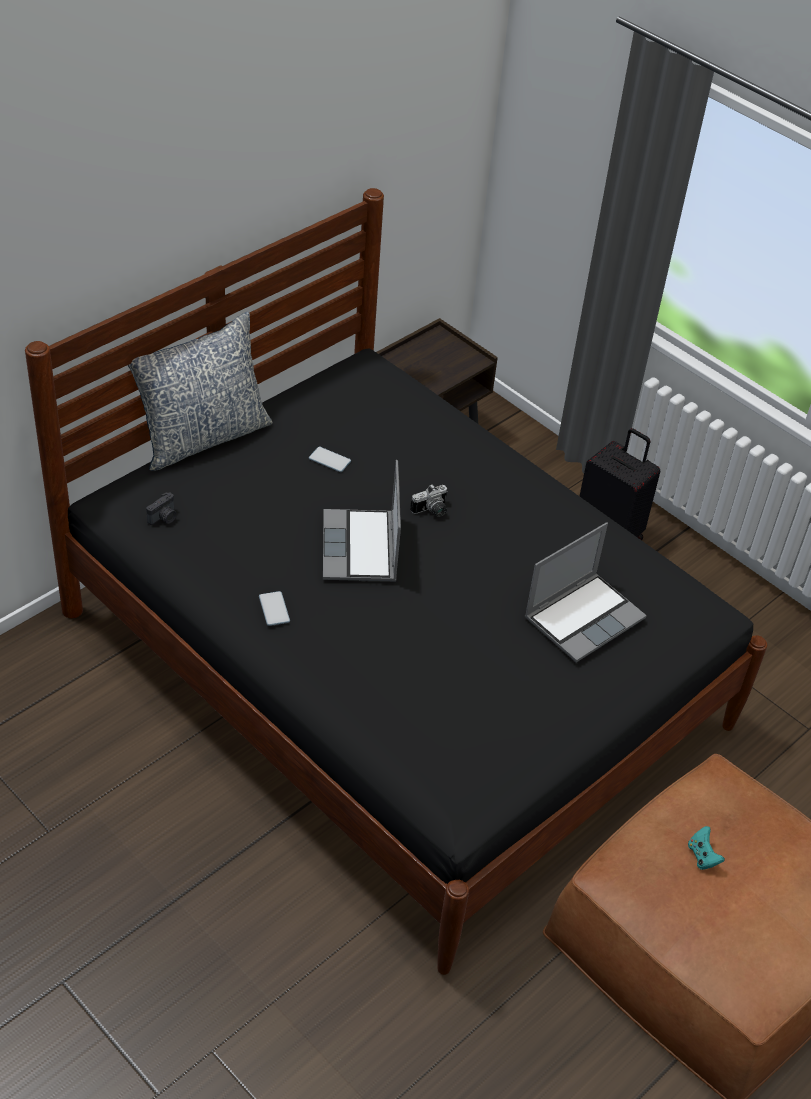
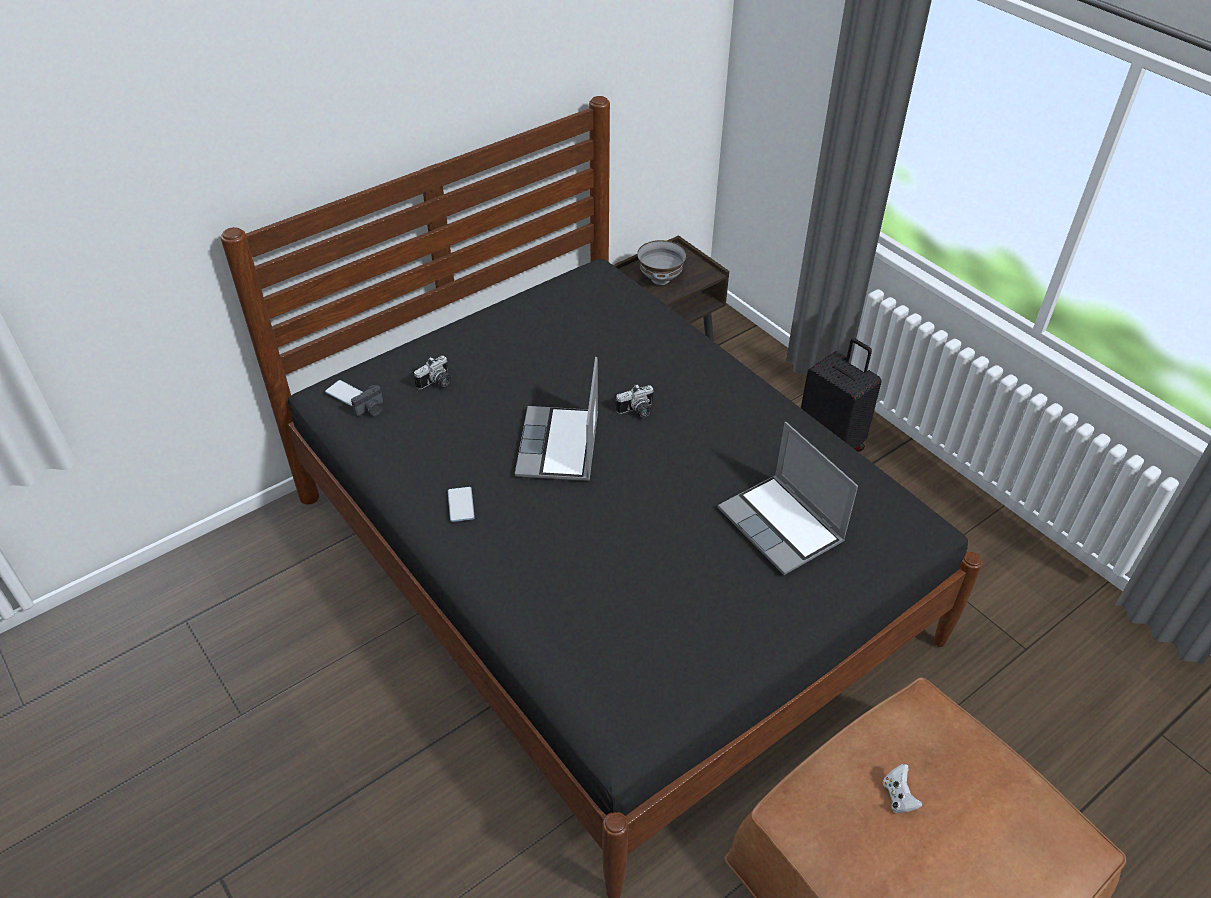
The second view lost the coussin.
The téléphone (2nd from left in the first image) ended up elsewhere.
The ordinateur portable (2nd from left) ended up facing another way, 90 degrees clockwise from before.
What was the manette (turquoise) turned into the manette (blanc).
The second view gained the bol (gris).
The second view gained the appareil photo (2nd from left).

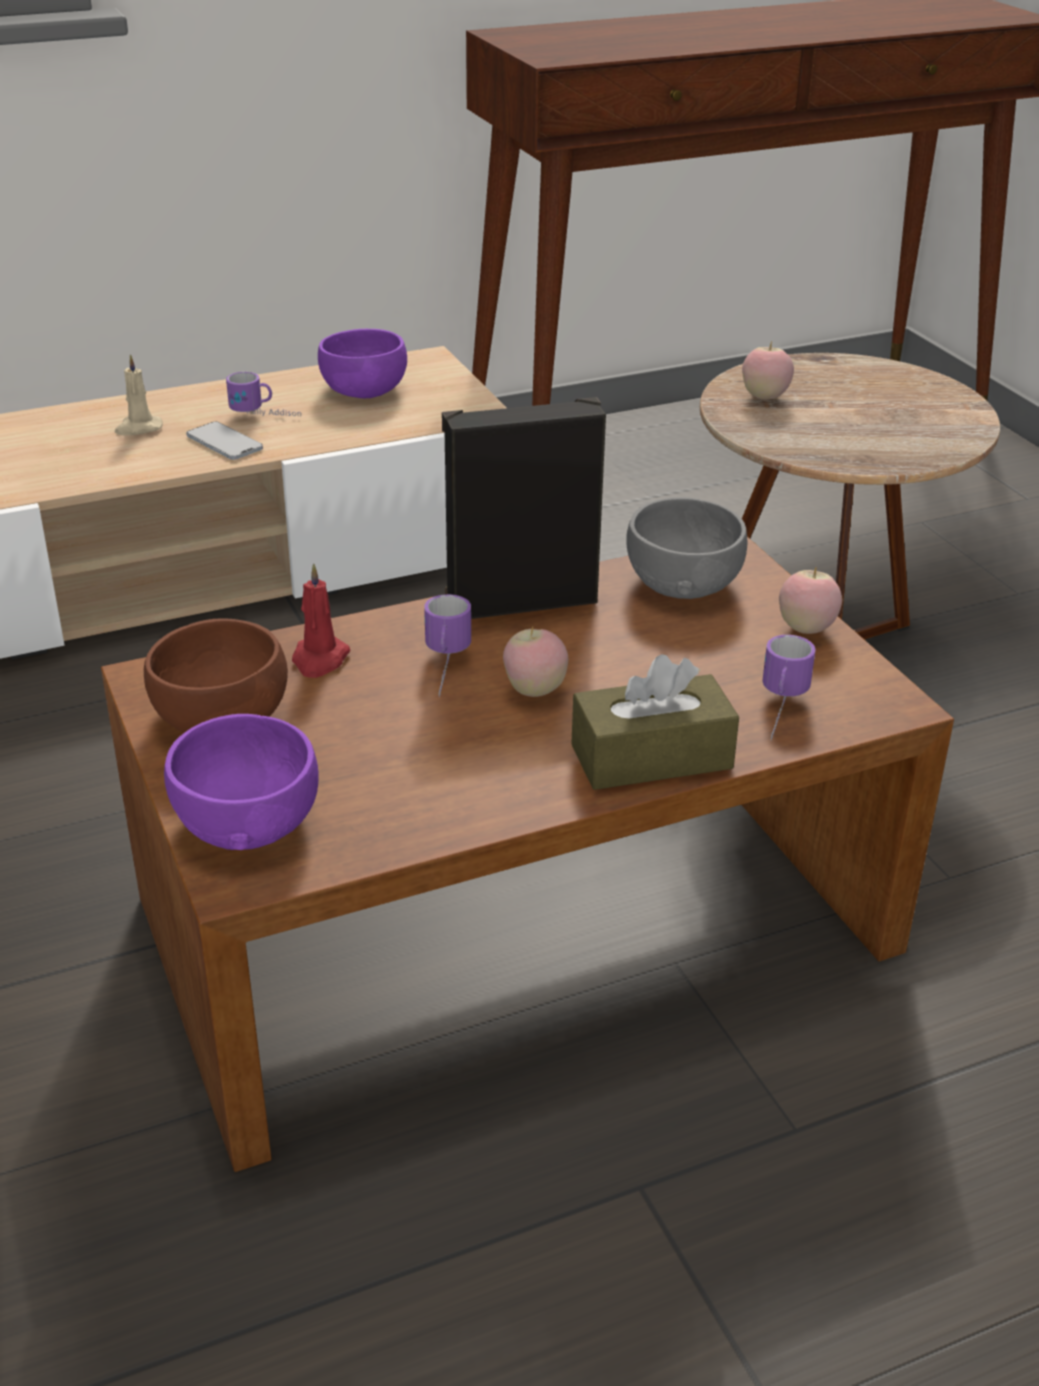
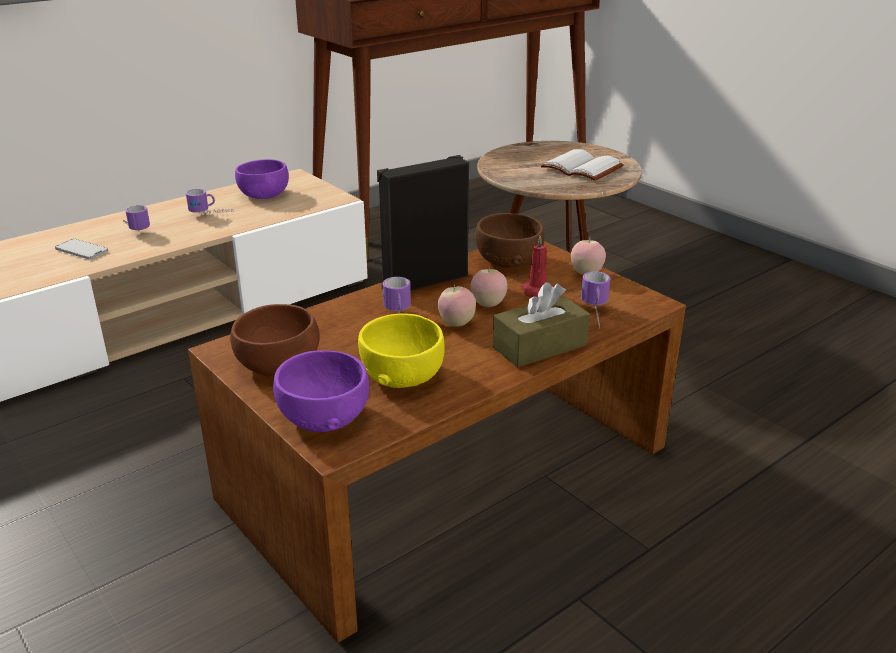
The pomme (2nd from left) ended up elsewhere.
Where the bougie (beige) stood, the mug (1st from left) came to stand.
The téléphone ended up elsewhere.
What was the bol (gris) turned into the bol (marron) (2nd from left).
The bougie (rouge) ended up elsewhere.
The second view gained the livre (blanc).
The second view gained the bol (jaune).

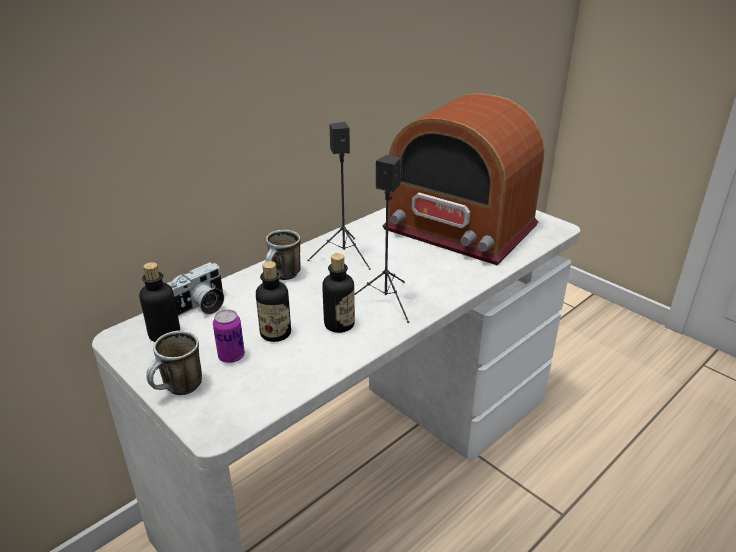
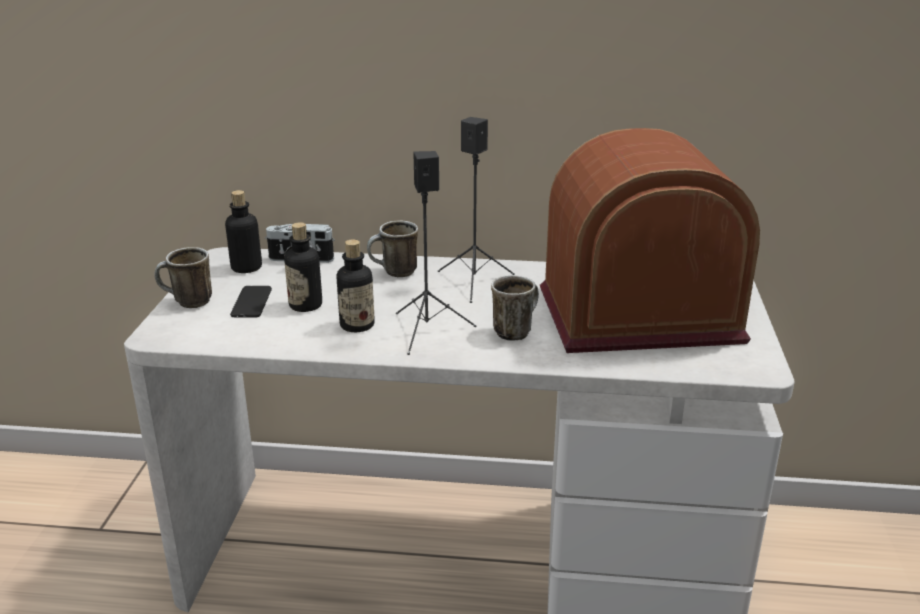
The radio ended up facing another way, 90 degrees clockwise from before.
Where the boîte métallique stood, the téléphone came to stand.
The second view gained the mug (3rd from left).

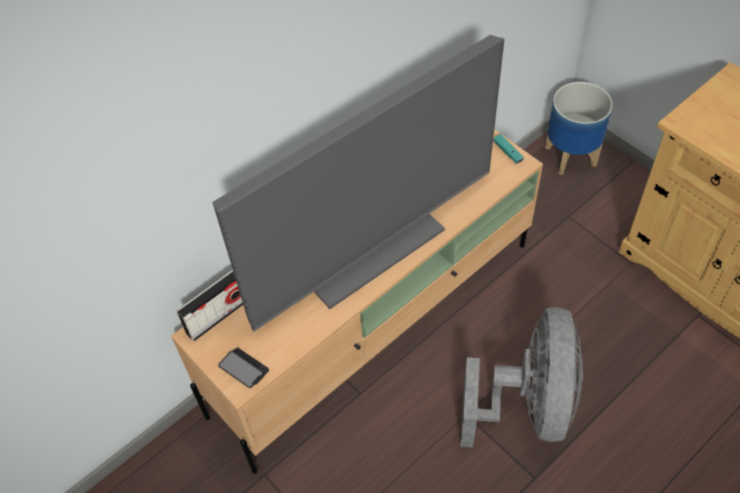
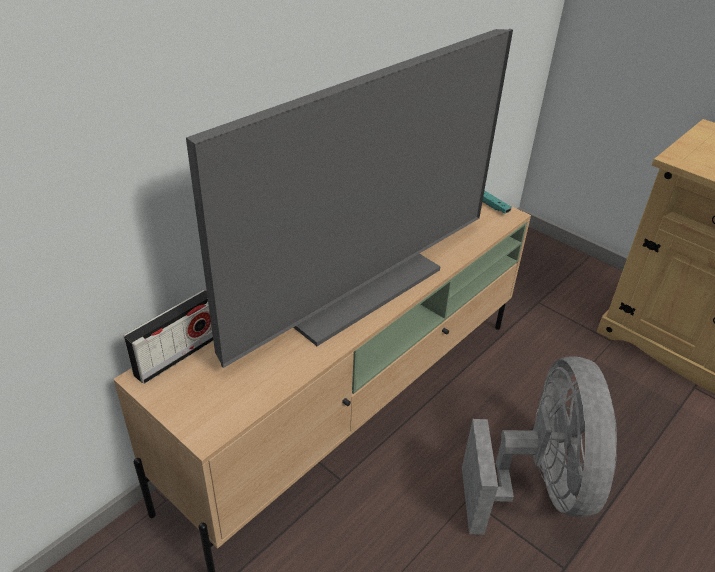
The second view lost the cache-pot.
The second view lost the téléphone.

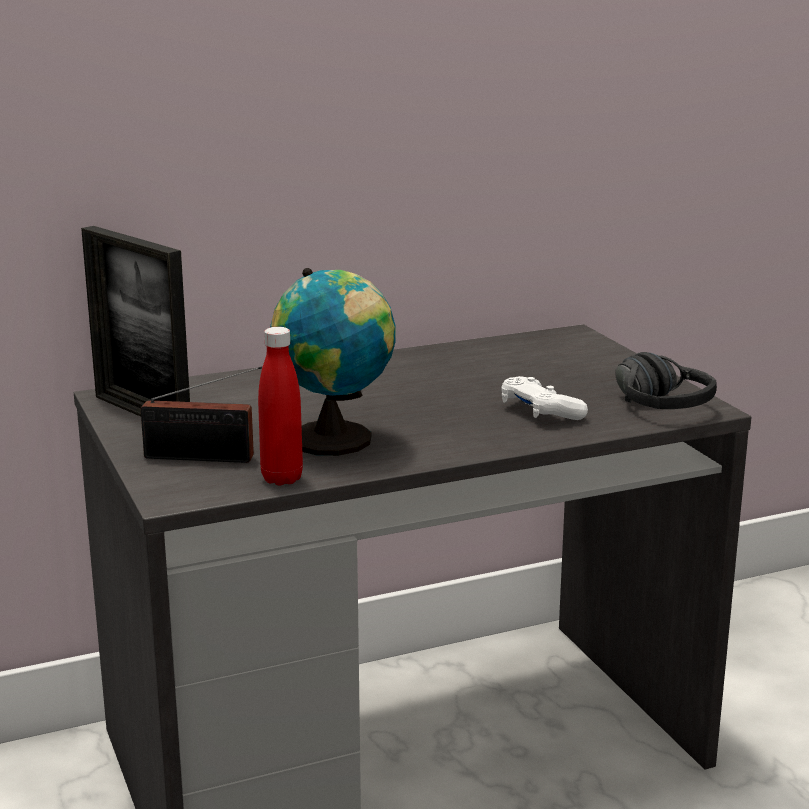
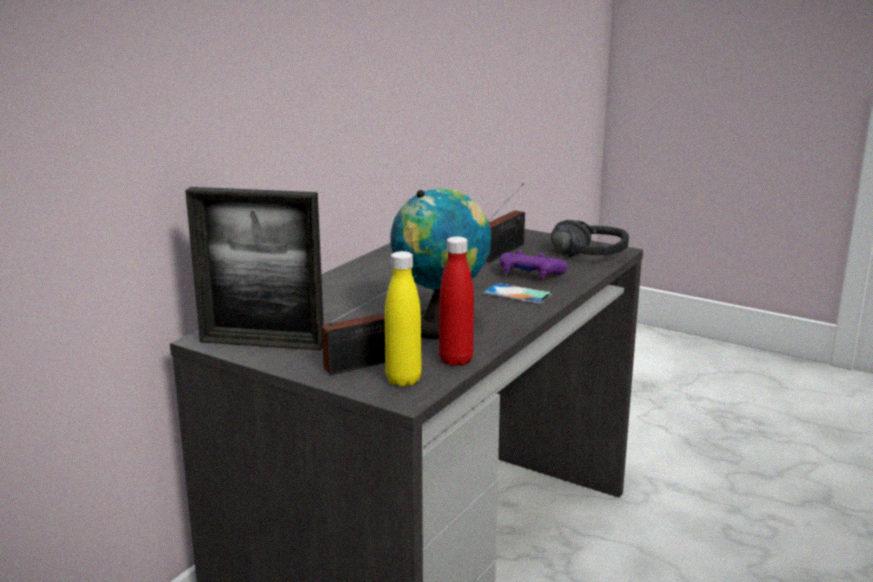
What was the manette (blanc) turned into the manette (violet).
The second view gained the radio (2nd from left).
The second view gained the bouteille (jaune).
The second view gained the téléphone.

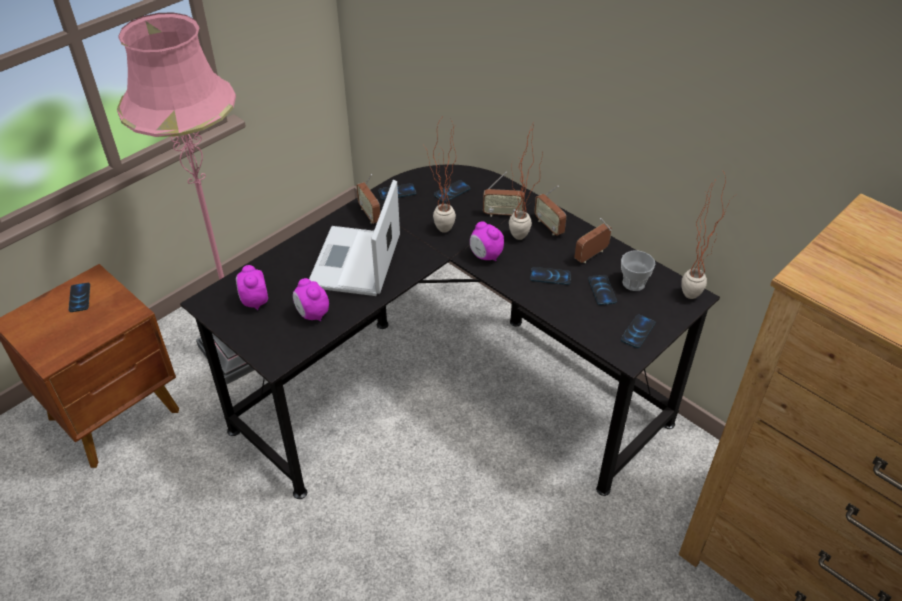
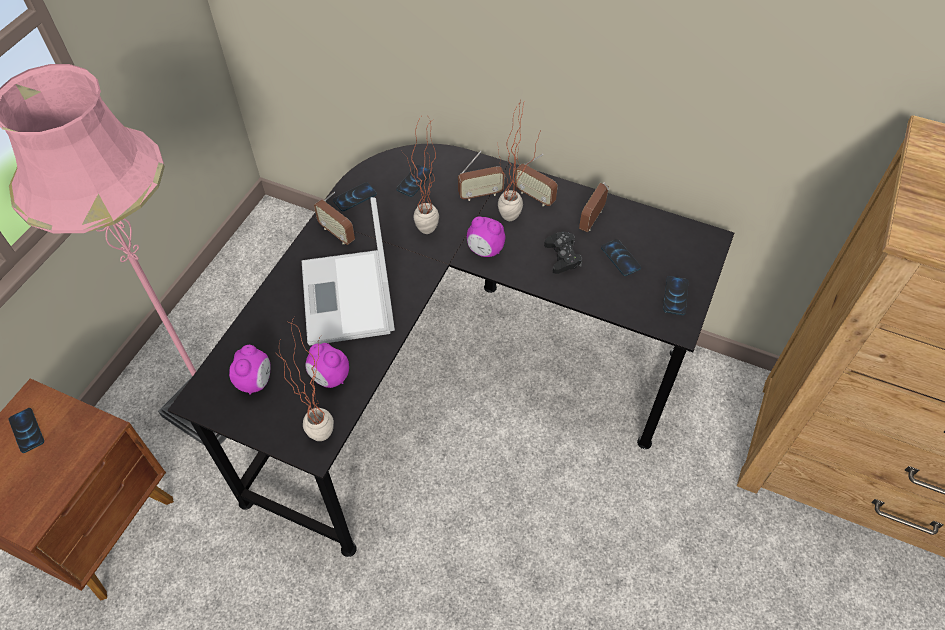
The plante en pot (3rd from left in the first image) ended up elsewhere.
The second view lost the tasse.
The réveil (1st from left) ended up facing another way, 135 degrees counterclockwise from before.
Where the téléphone (4th from left) stood, the manette (noir) came to stand.

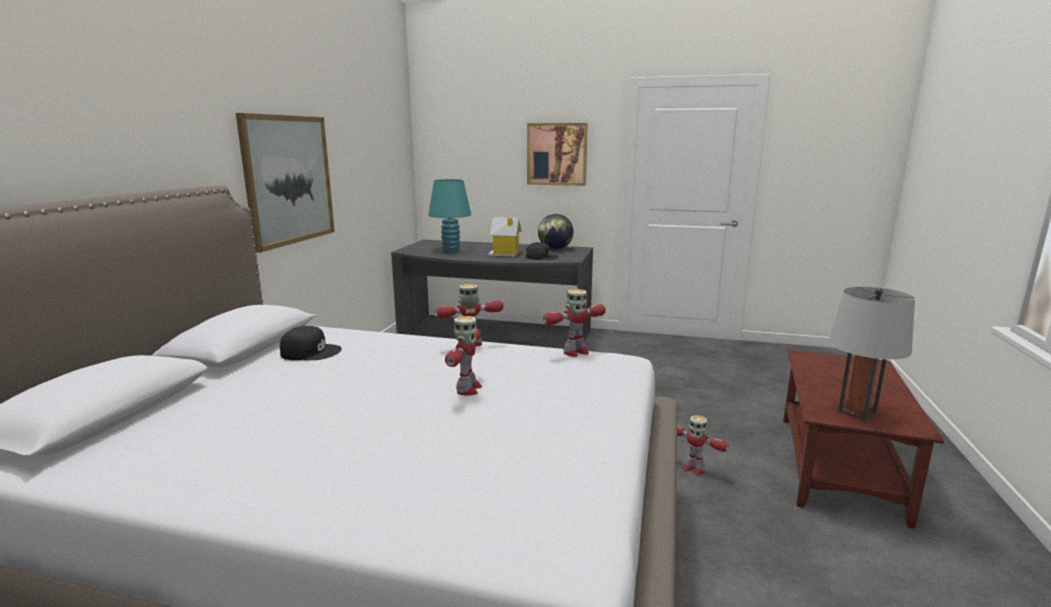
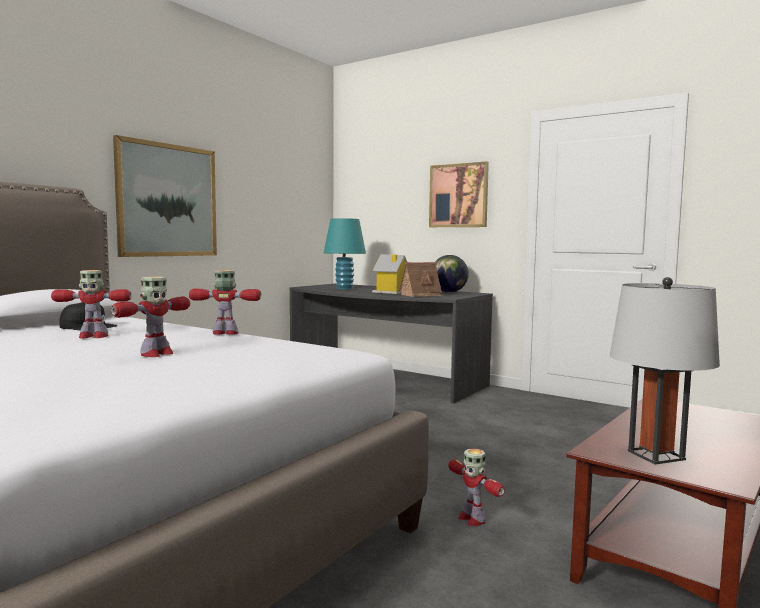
Where the casquette (noir) (2nd from left) stood, the maison miniature (2nd from left) came to stand.
The robot jouet (3rd from left in the first image) ended up elsewhere.

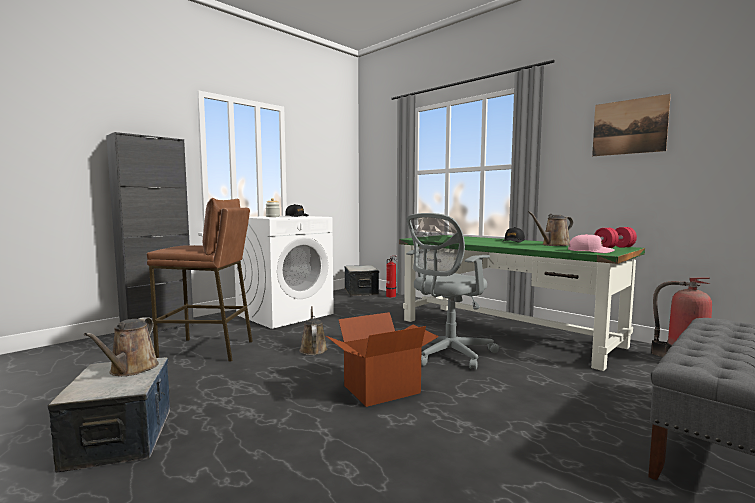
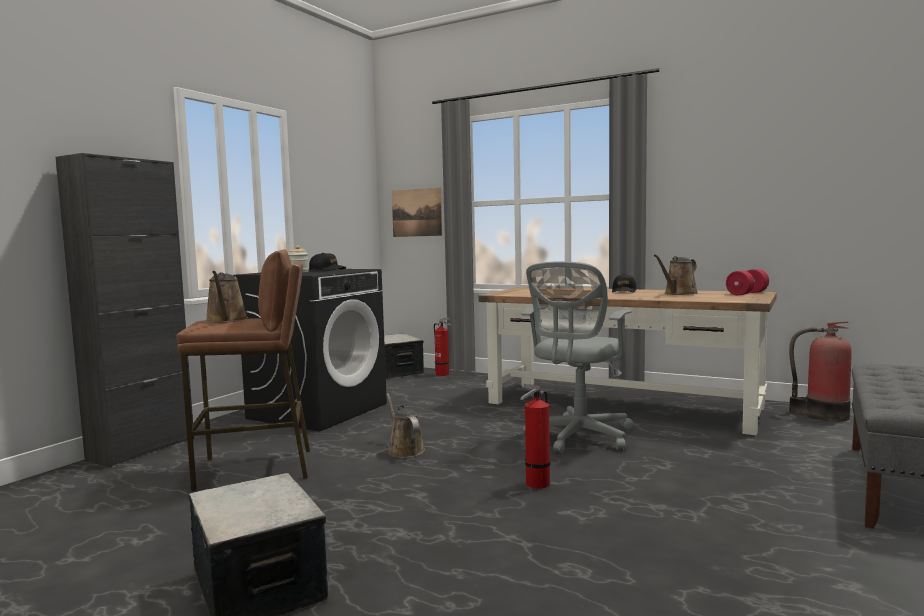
The tableau ended up elsewhere.
What was the lave-linge (blanc) turned into the lave-linge (noir).
The second view lost the casquette (rose).
What was the bureau (vert) turned into the bureau (marron).
Where the carton stood, the extincteur (2nd from left) came to stand.
The arrosoir (marron) (1st from left) ended up elsewhere.

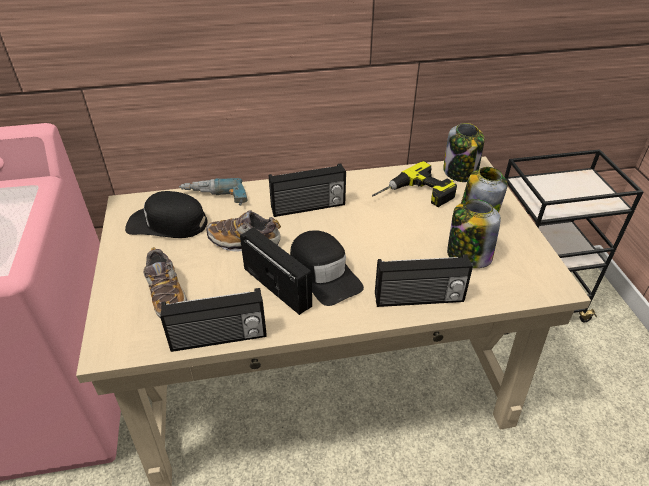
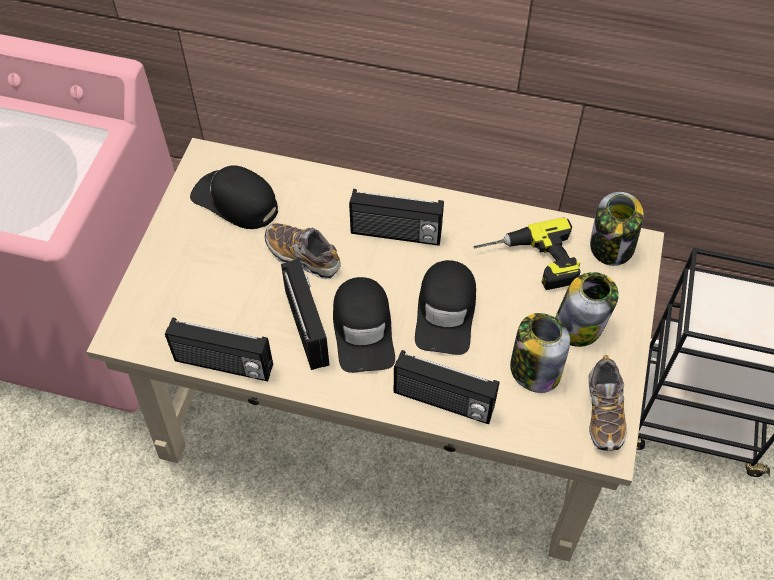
The second view lost the perceuse (1st from left).
The chaussure (1st from left in the first image) ended up elsewhere.
The second view gained the casquette (noir) (3rd from left).

